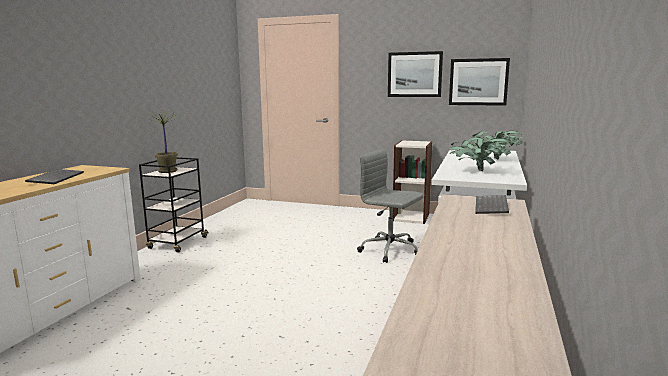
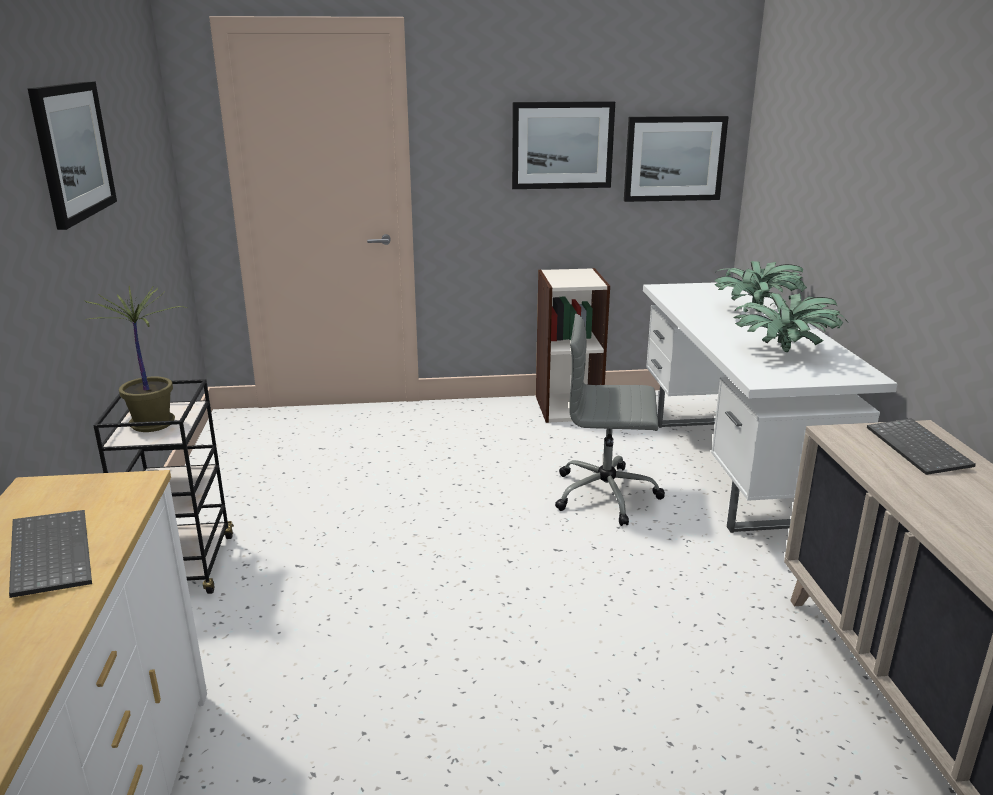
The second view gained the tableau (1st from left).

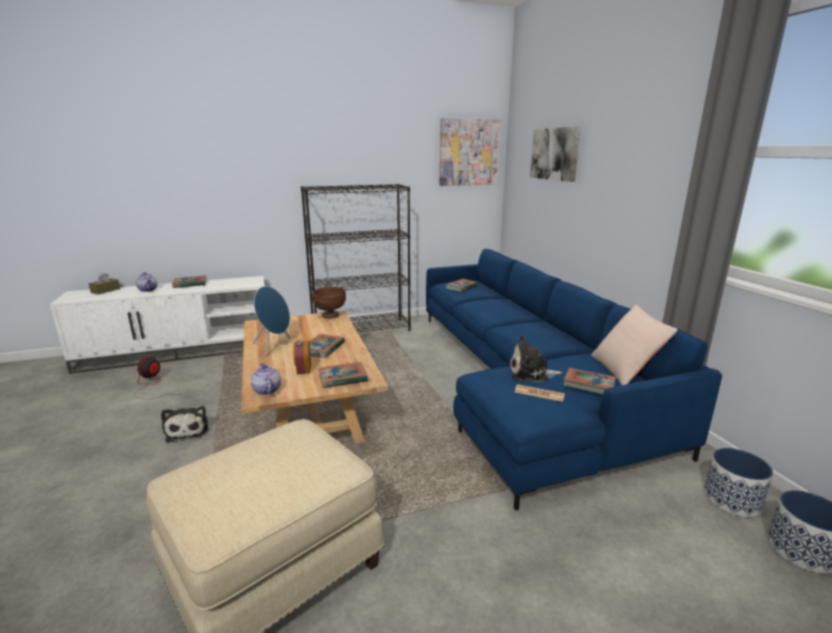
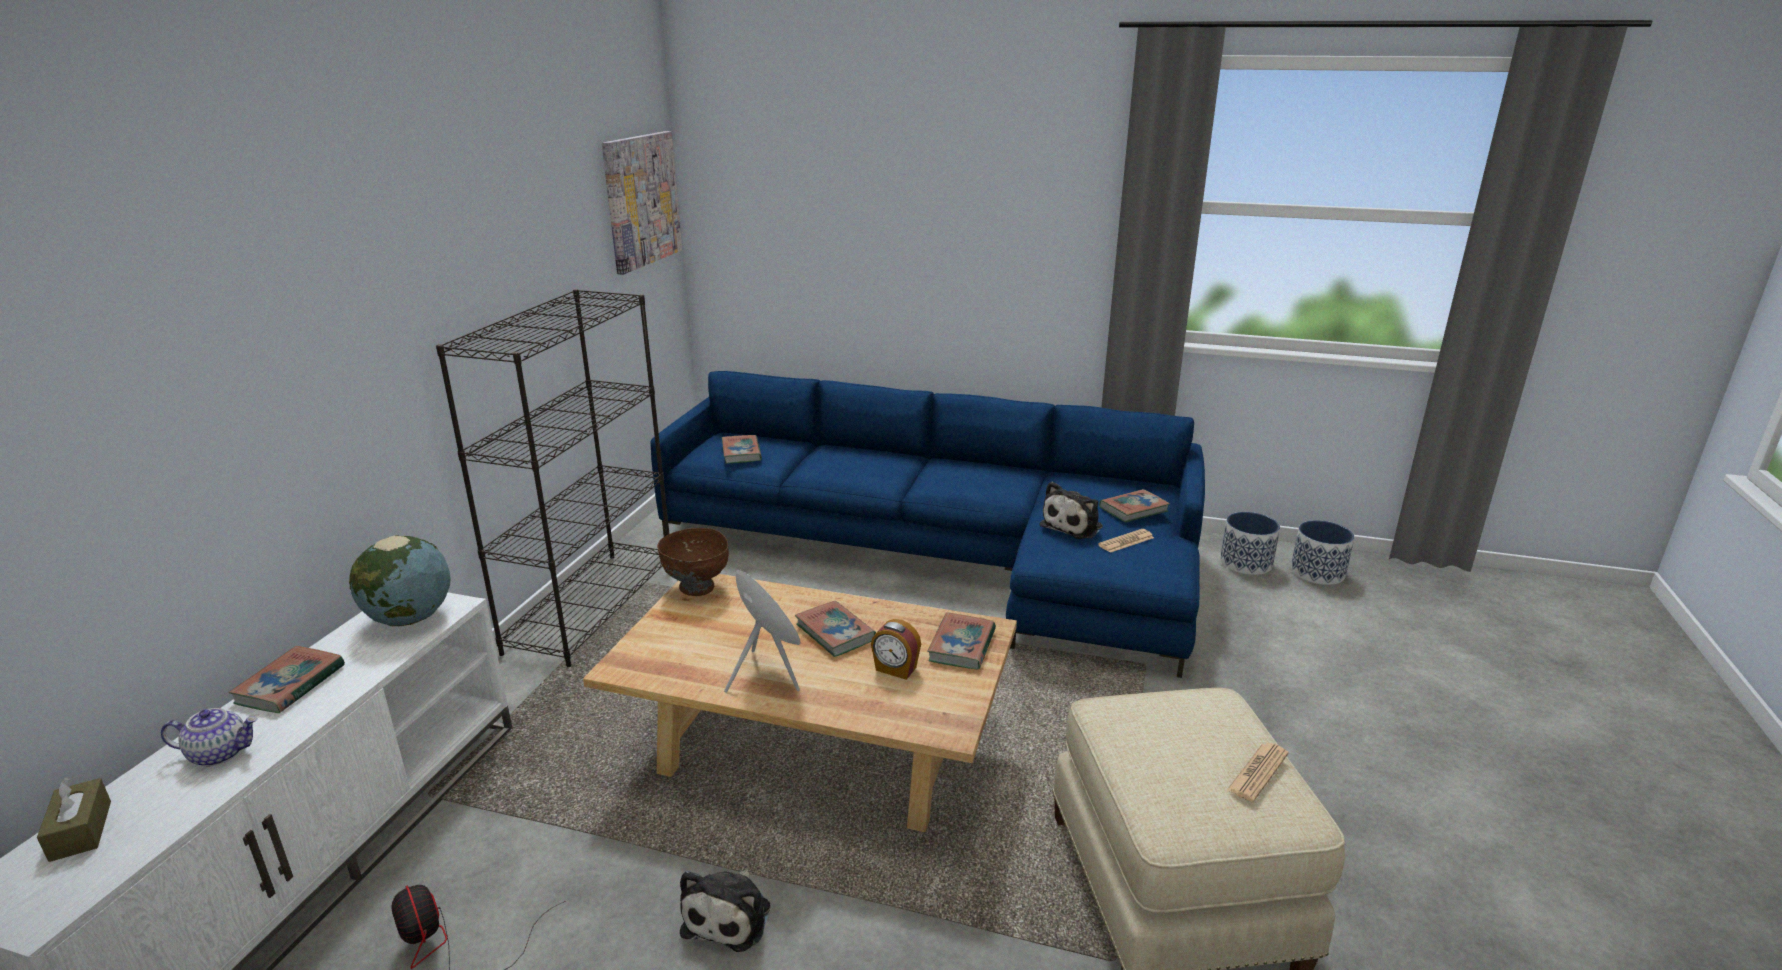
The second view lost the tableau (2nd from left).
The second view lost the coussin (beige).
The second view lost the théière (2nd from left).
The peluche (1st from left) ended up facing another way, 90 degrees clockwise from before.
The second view gained the globe.
The second view gained the journal (2nd from left).

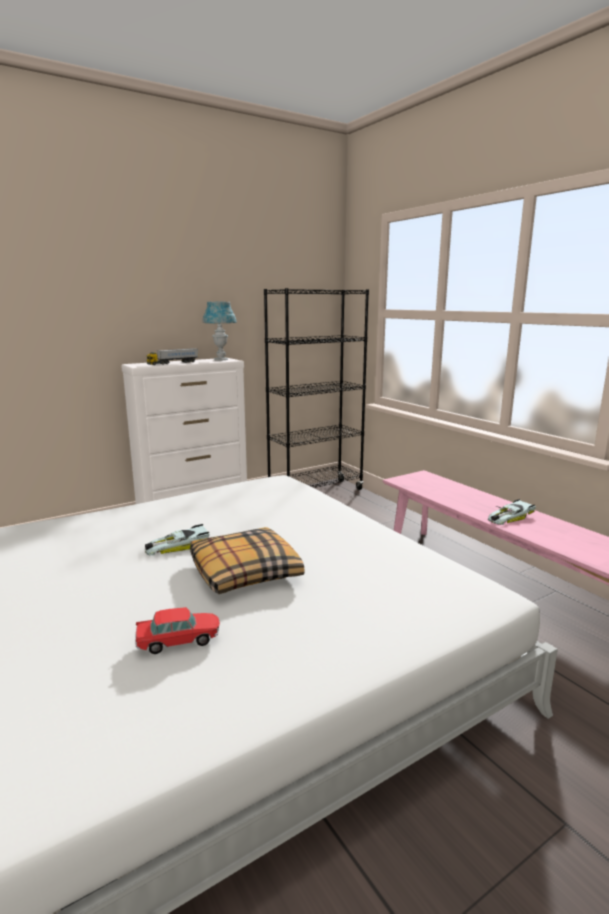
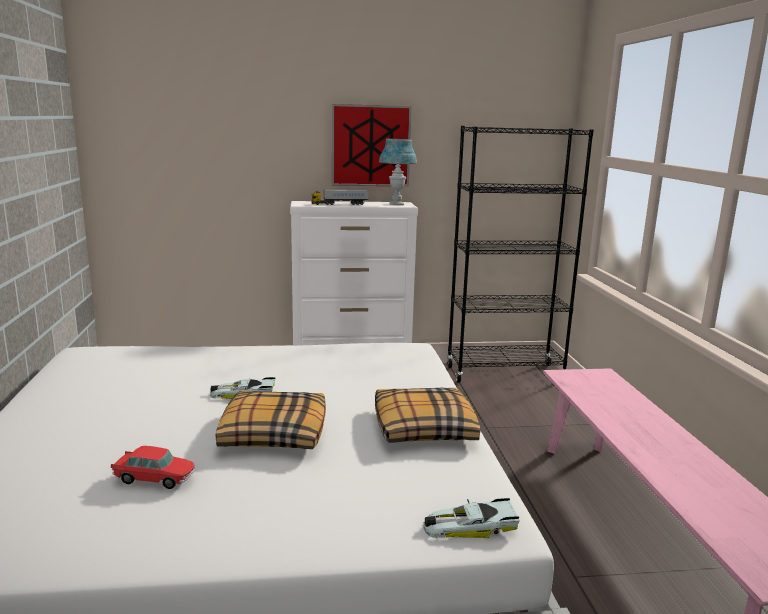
The petite voiture (3rd from left) ended up elsewhere.
The second view gained the tableau.
The second view gained the coussin (2nd from left).

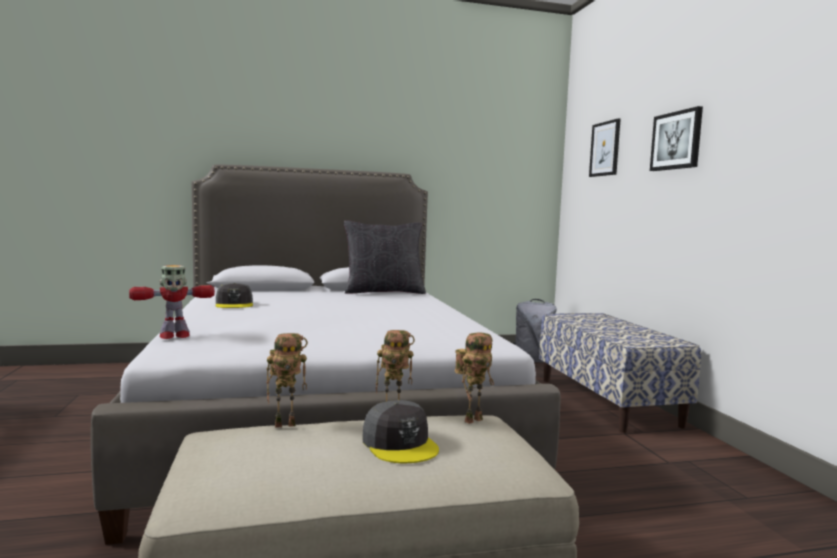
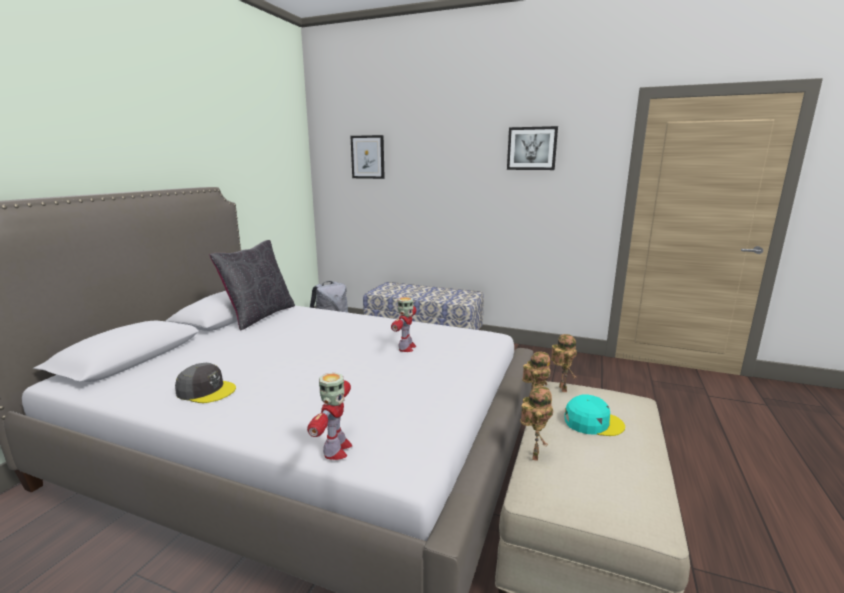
The tableau (2nd from left) ended up elsewhere.
What was the casquette (gris) (2nd from left) turned into the casquette (turquoise).
The second view gained the robot jouet (2nd from left).

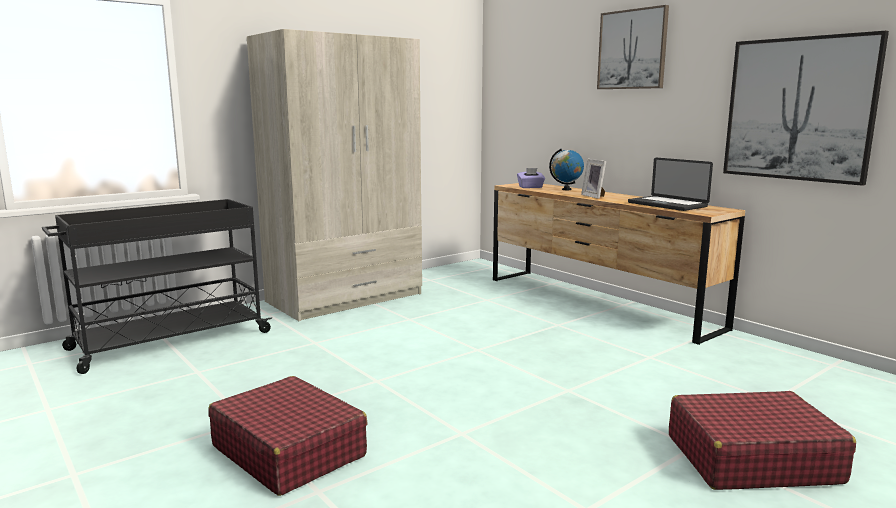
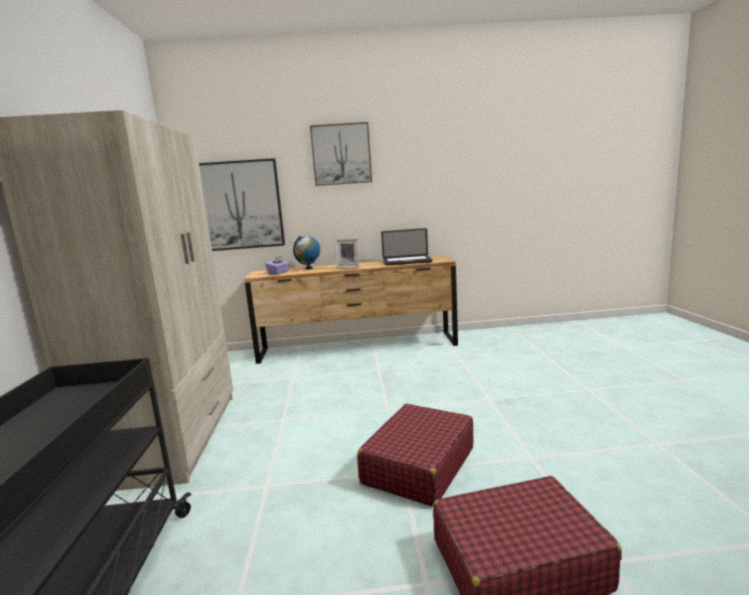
The tableau (2nd from left in the first image) ended up elsewhere.
The valise (rouge) (2nd from left in the first image) ended up elsewhere.

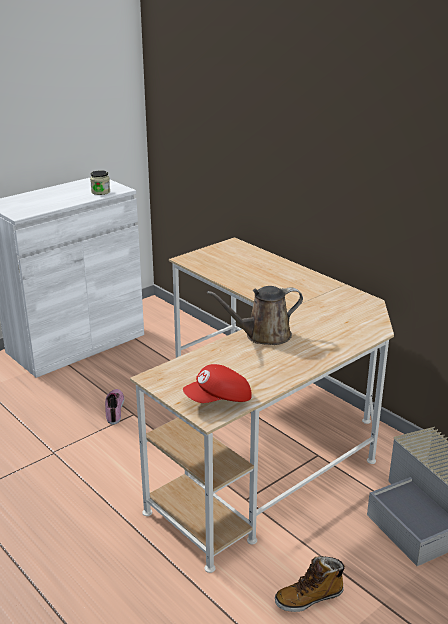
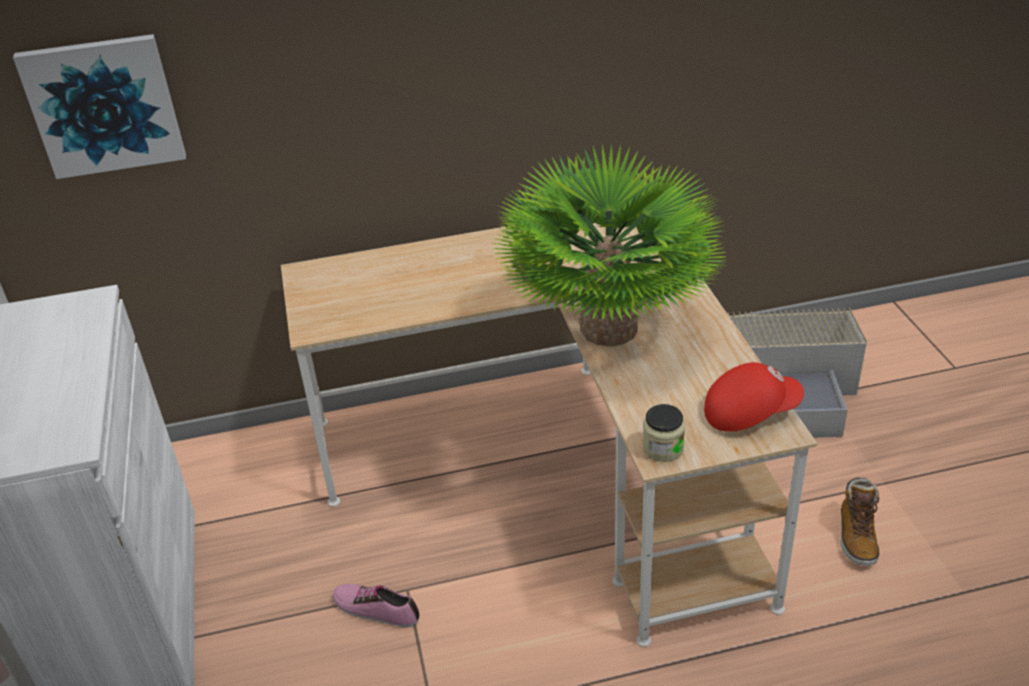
The bocal ended up elsewhere.
Where the arrosoir (marron) stood, the plante en pot came to stand.
The casquette (rouge) ended up facing another way, 105 degrees counterclockwise from before.
The second view gained the tableau.

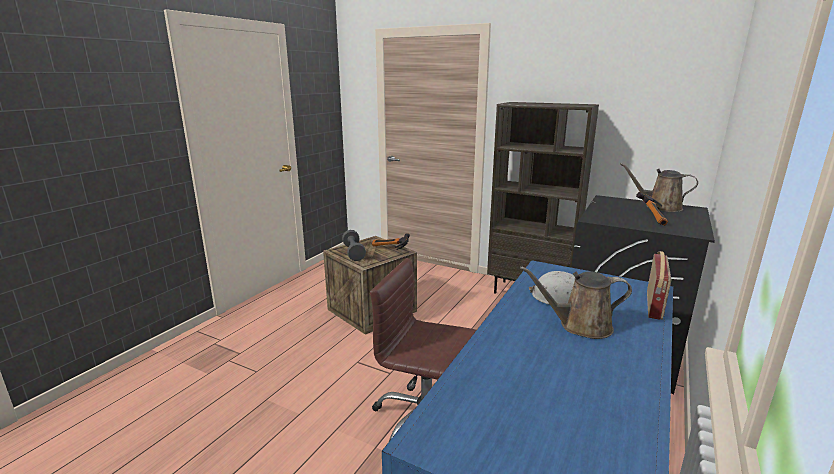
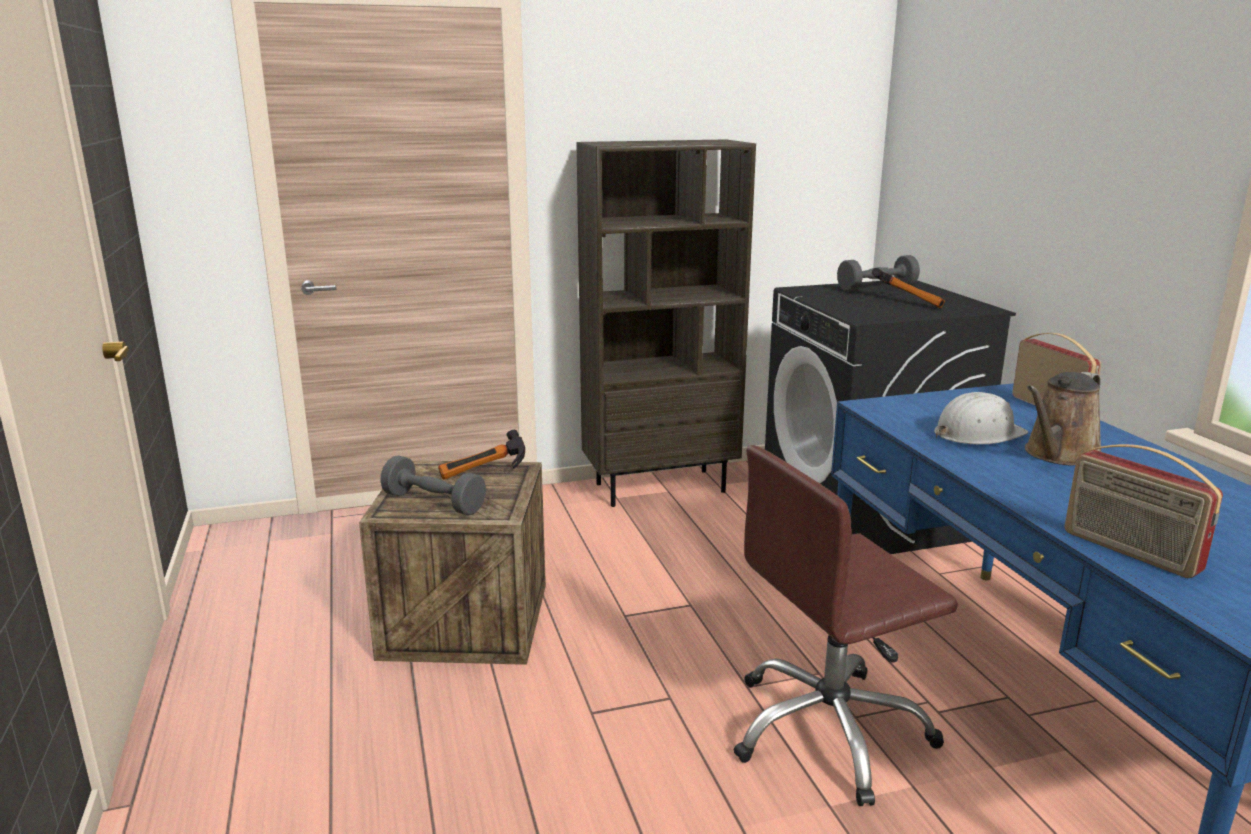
Where the arrosoir (marron) (2nd from left) stood, the haltère (gris) (2nd from left) came to stand.
The second view gained the radio (2nd from left).

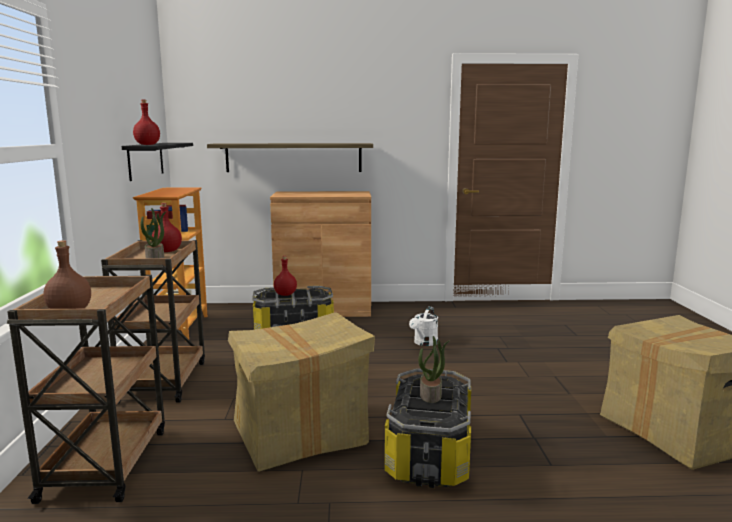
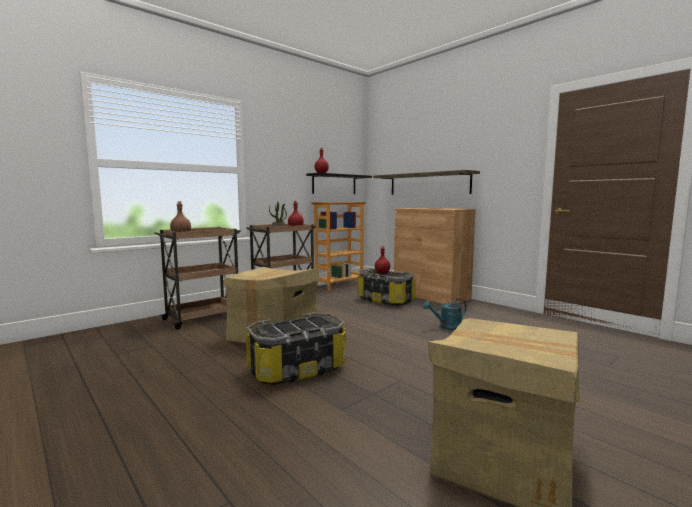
What was the arrosoir (blanc) turned into the arrosoir (turquoise).
The second view lost the plante en pot (2nd from left).

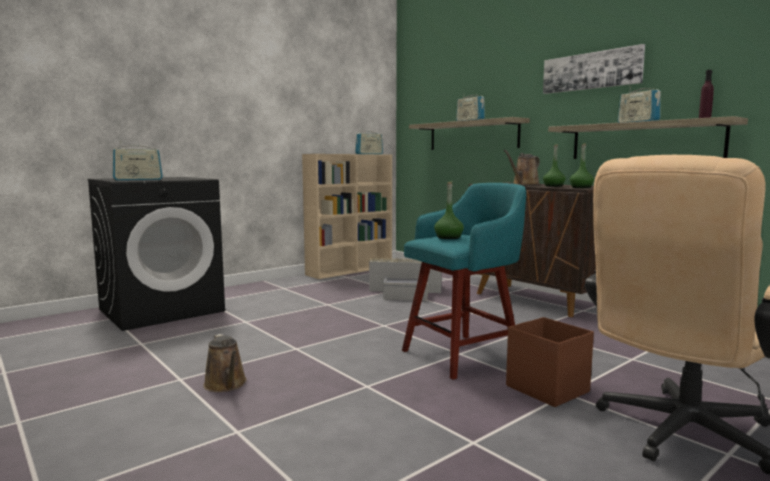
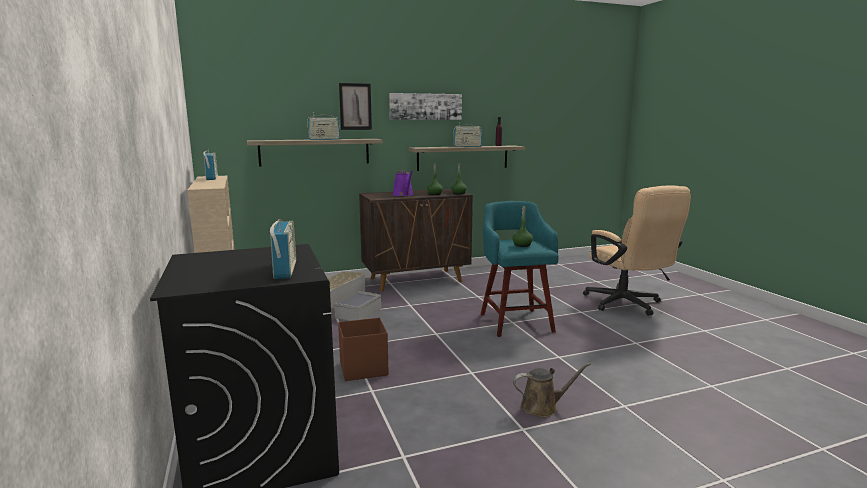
What was the arrosoir (marron) (2nd from left) turned into the arrosoir (violet).
The boîte de rangement (marron) ended up elsewhere.
The second view gained the tableau (1st from left).

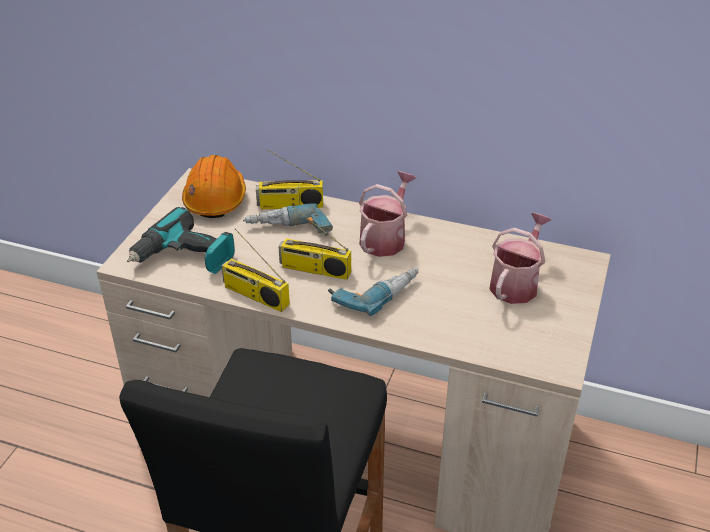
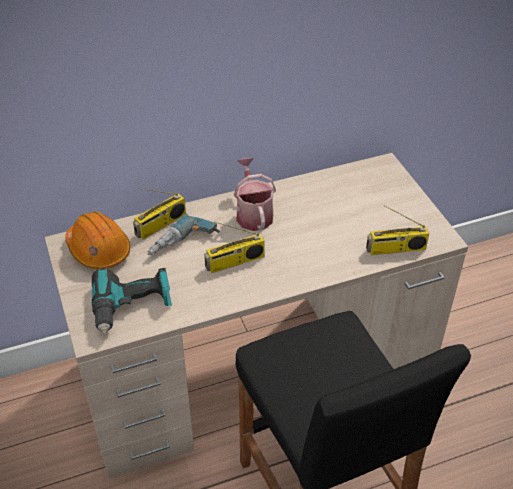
The second view lost the arrosoir (2nd from left).
The radio (1st from left in the first image) ended up elsewhere.
The second view lost the perceuse (3rd from left).

